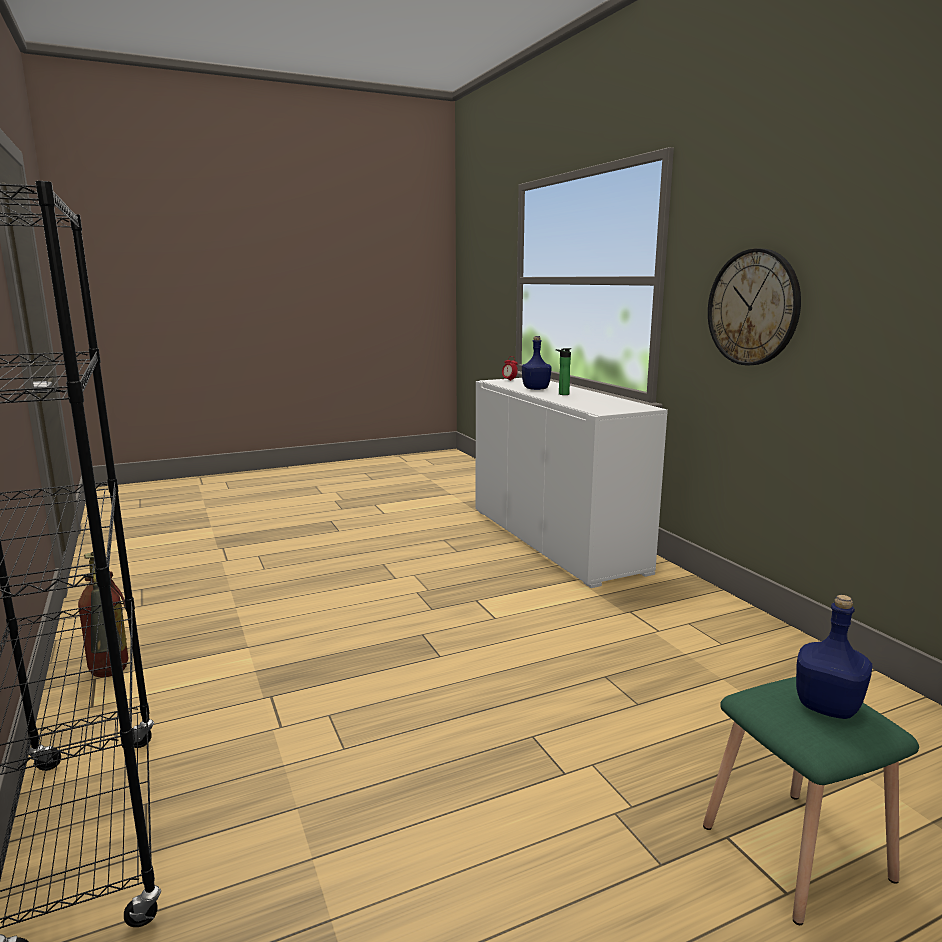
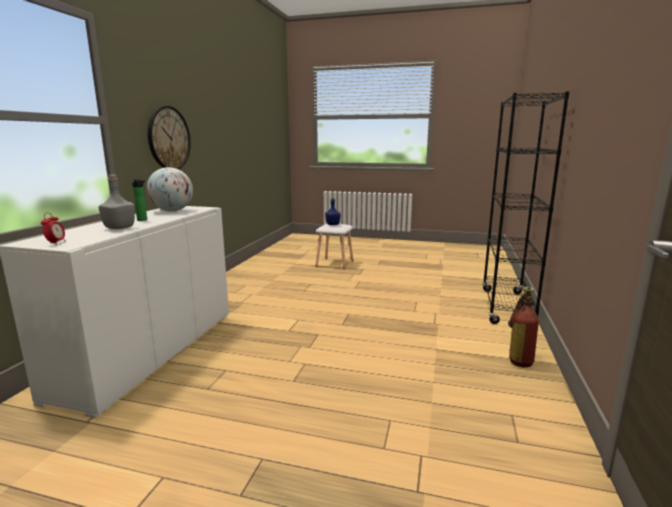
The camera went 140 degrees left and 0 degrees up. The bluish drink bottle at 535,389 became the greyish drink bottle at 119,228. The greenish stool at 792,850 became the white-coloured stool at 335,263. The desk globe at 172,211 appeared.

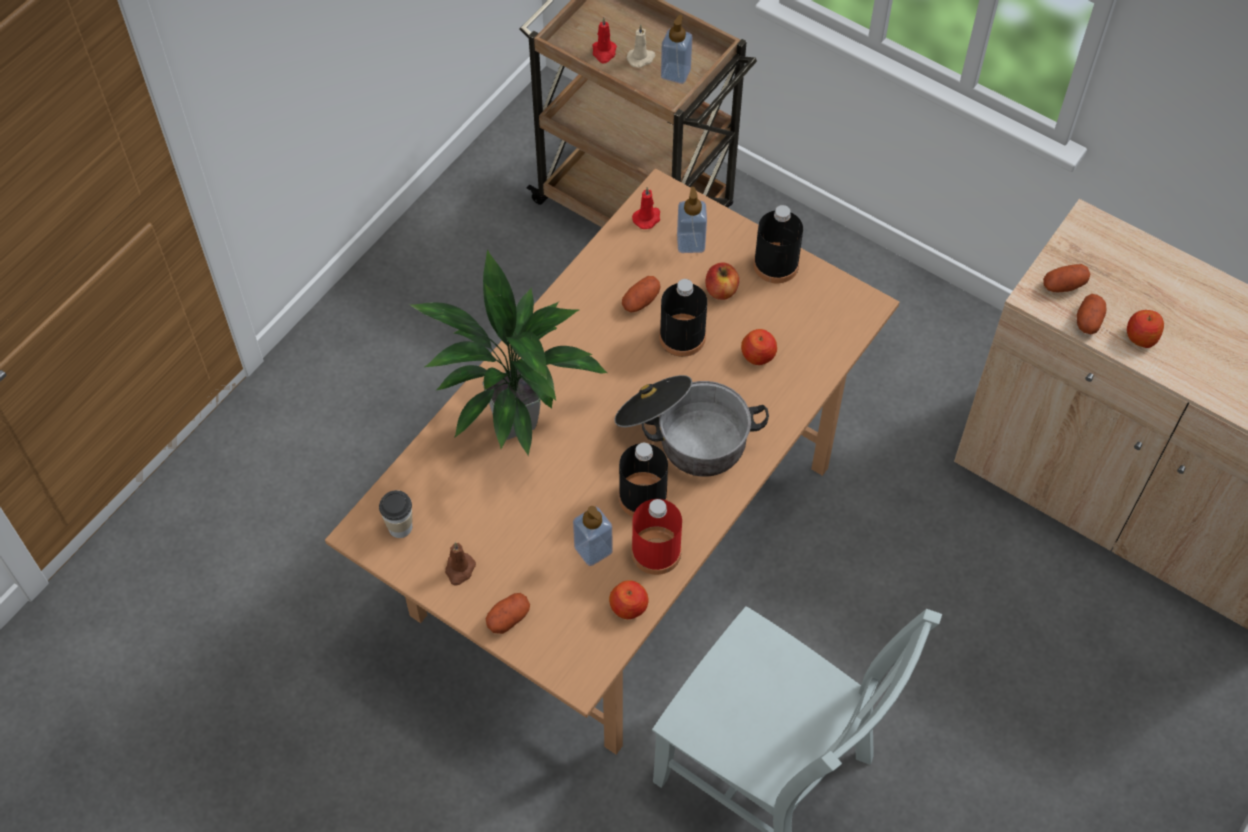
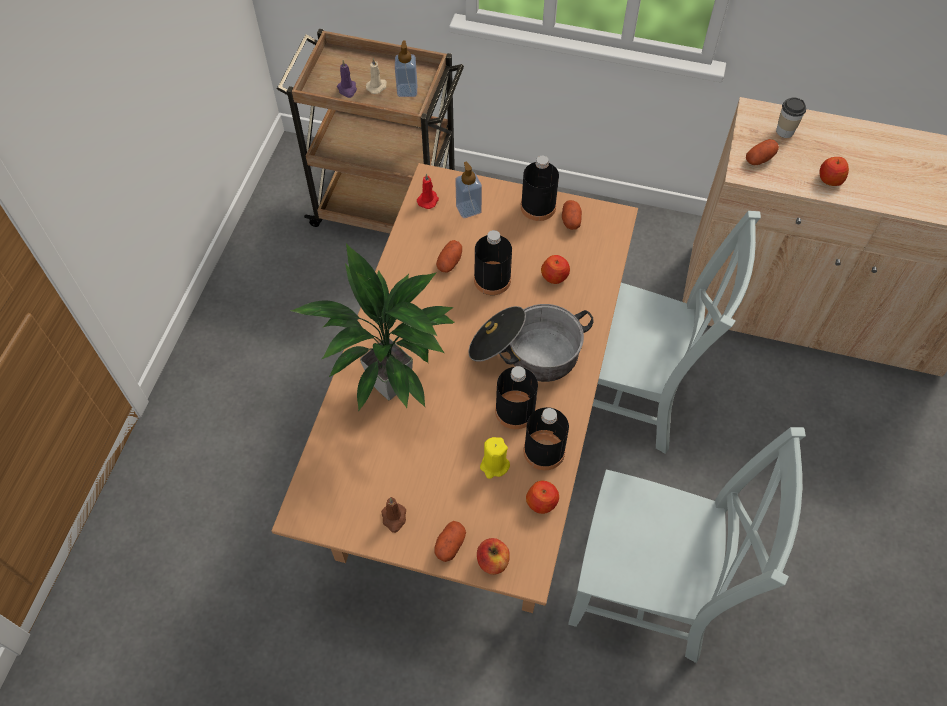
The camera went 20 degrees left and 0 degrees up. The cup moved from 400,527 to 784,131. The soap bottle at 593,549 was replaced by the yellow-coloured wax light at 494,465. The red wax light at 604,52 became the purple-coloured wax light at 347,89. The red drink bottle at 656,552 became the black drink bottle at 544,451. The apple moved from 721,290 to 493,561. The spud moved from 1088,320 to 570,220. The greyish chair at 629,393 appeared.

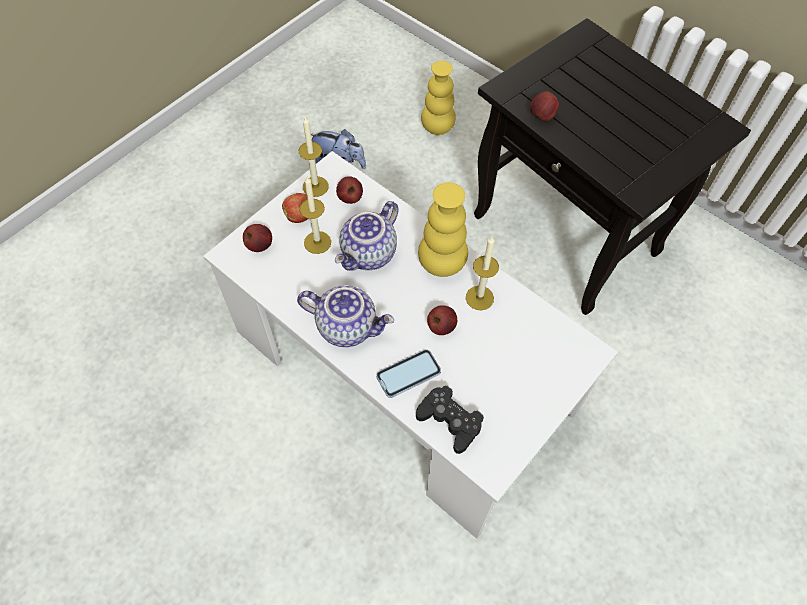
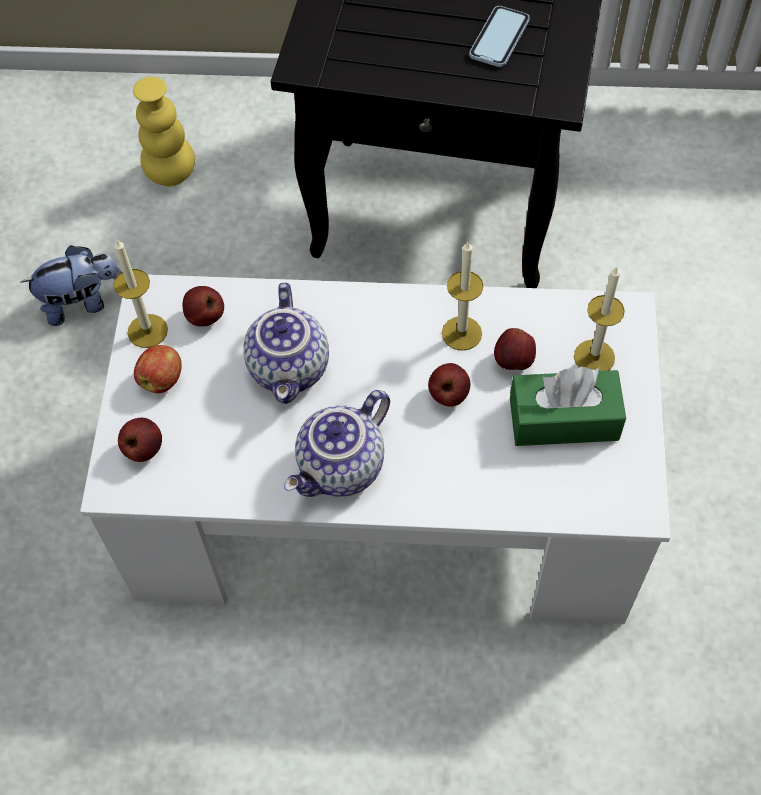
The camera went 35 degrees left and 0 degrees up. The teapot at 348,326 turned 150 degrees clockwise. The wax light moved from 317,242 to 594,357. The telephone moved from 408,374 to 499,38. The black game controller at 449,421 disappeared. The yellow-coloured decorative vase at 441,264 disappeared. The apple moved from 541,116 to 513,362. The greenish tissue holder at 564,419 appeared.

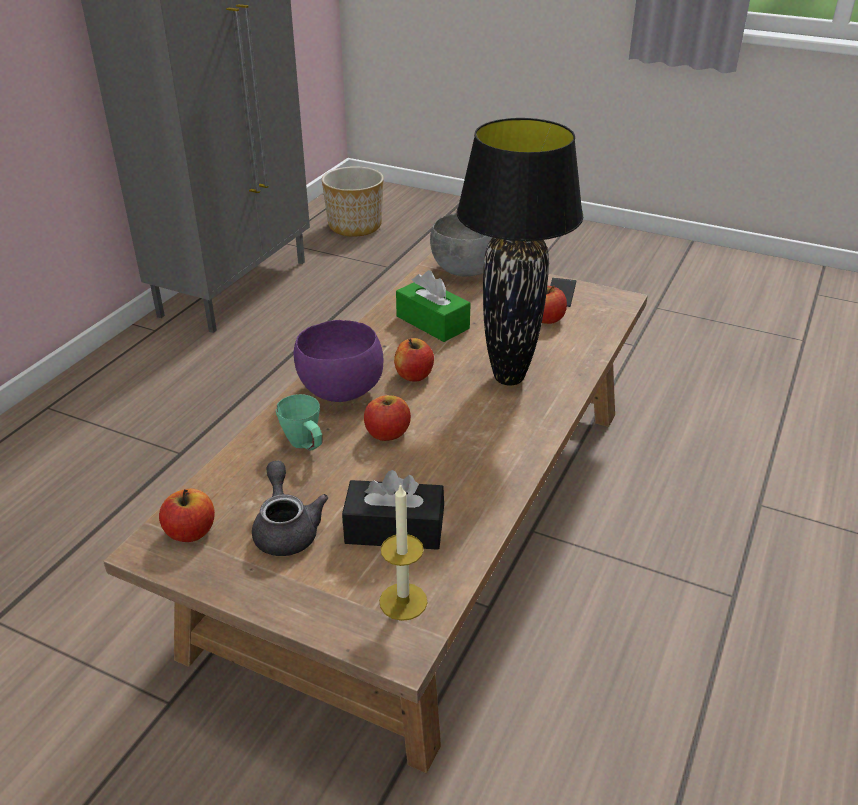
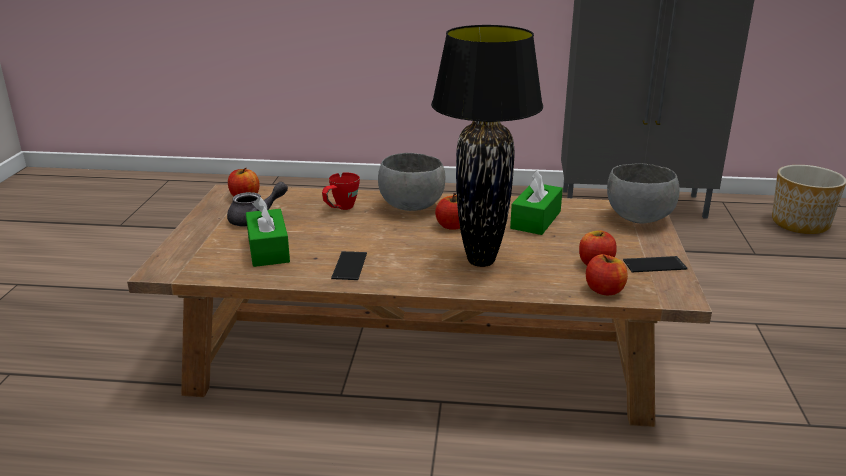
The camera went 70 degrees right and 10 degrees down. The greenish mug at 306,447 became the red mug at 340,209. The purple-coloured bowl at 339,391 became the greyish bowl at 410,206. The black tissue holder at 394,529 became the greenish tissue holder at 268,249. The apple moved from 387,433 to 604,290. The wax light at 403,601 disappeared. The telephone at 349,266 appeared.

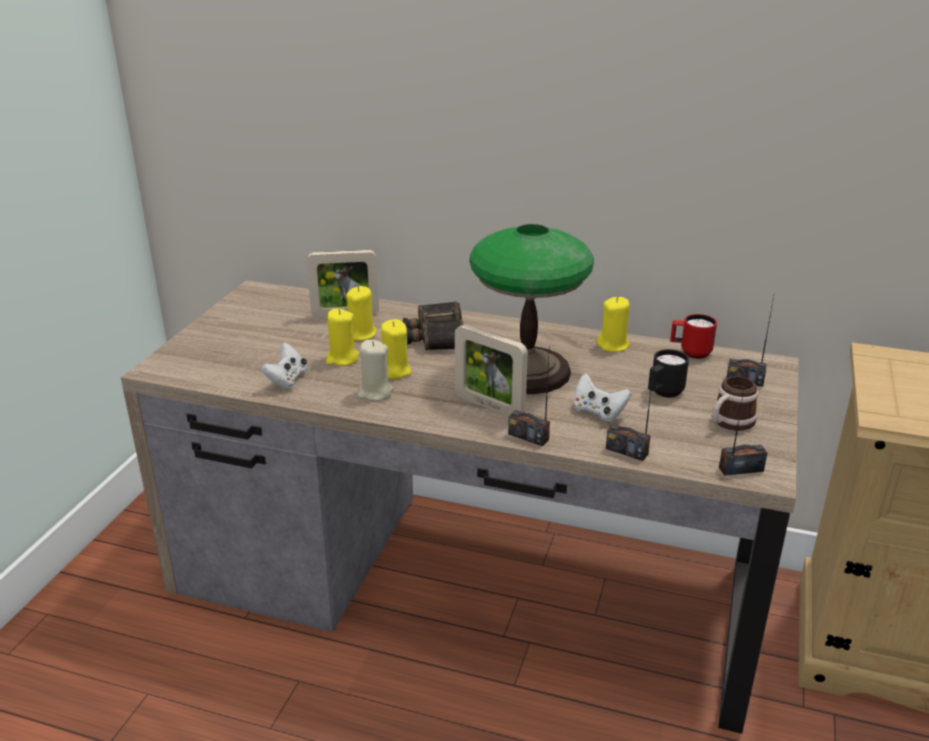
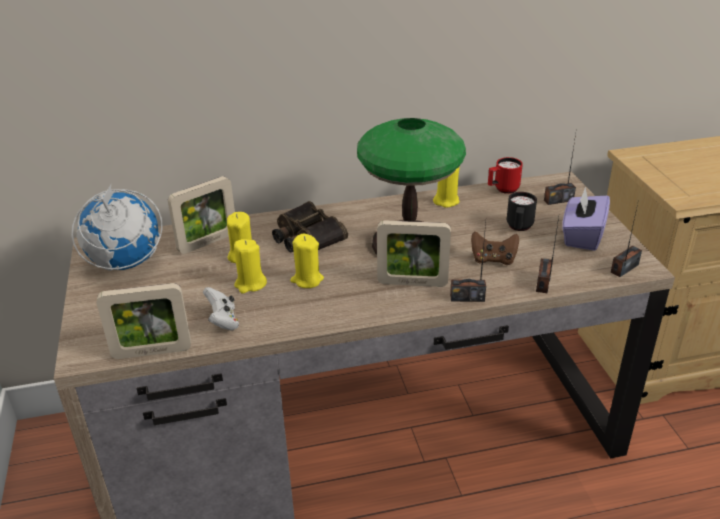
The camera went 30 degrees left and 5 degrees up. The beige wax light at 375,393 disappeared. The white-coloured game controller at 598,412 became the brown-coloured game controller at 493,259. The radio receiver at 627,451 turned 105 degrees clockwise. The mug at 729,423 was replaced by the purple-coloured tissue holder at 582,236. The desk globe at 125,264 appeared. The picture frame at 152,352 appeared.

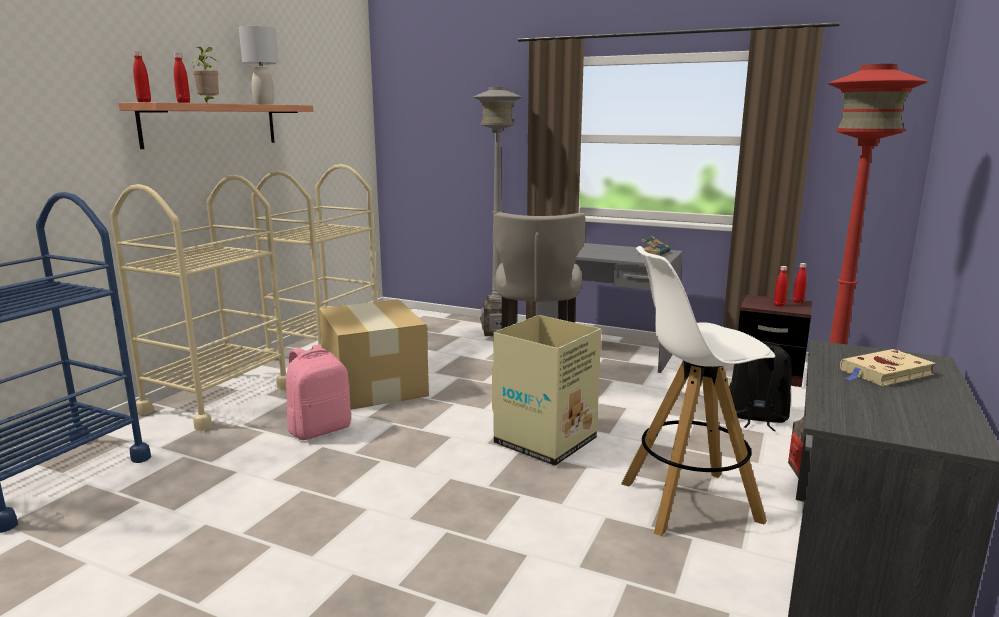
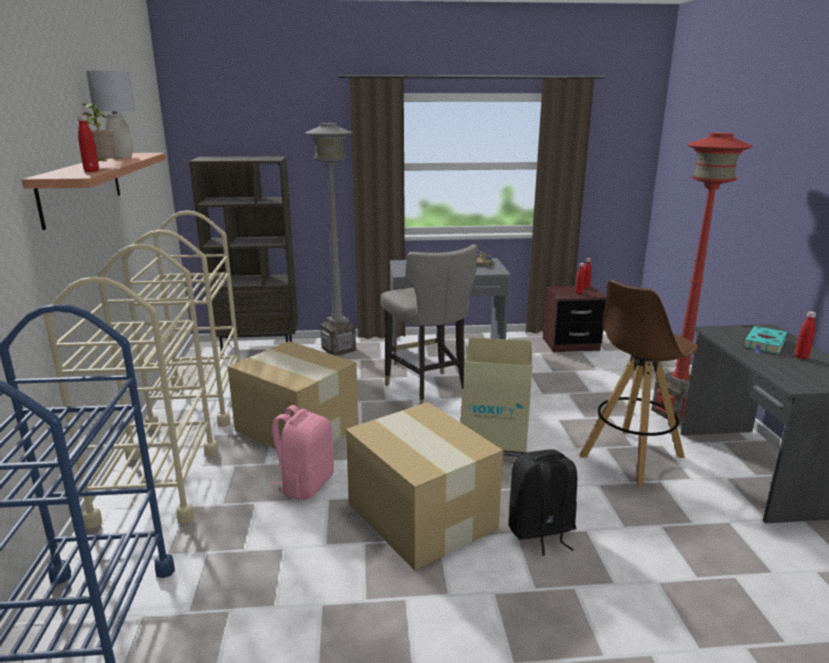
The camera went 30 degrees left and 5 degrees up. The red drink bottle moved from 144,102 to 801,357. The white-coloured stool at 688,502 became the brown-coloured stool at 630,457. The black knapsack moved from 756,418 to 541,531. The beige volume at 884,373 became the turquoise volume at 765,344. The brown-coloured shelving unit at 258,347 appeared. The cardboard box at 421,514 appeared.

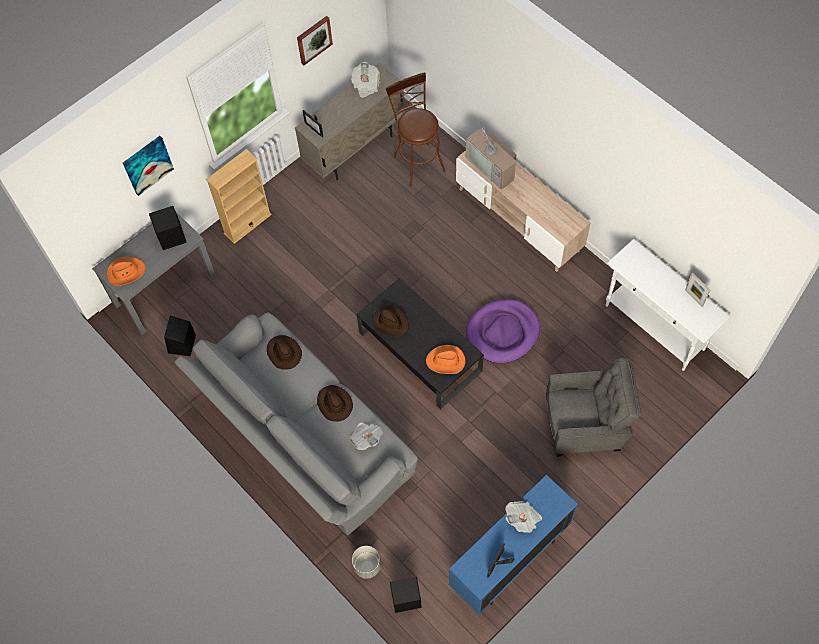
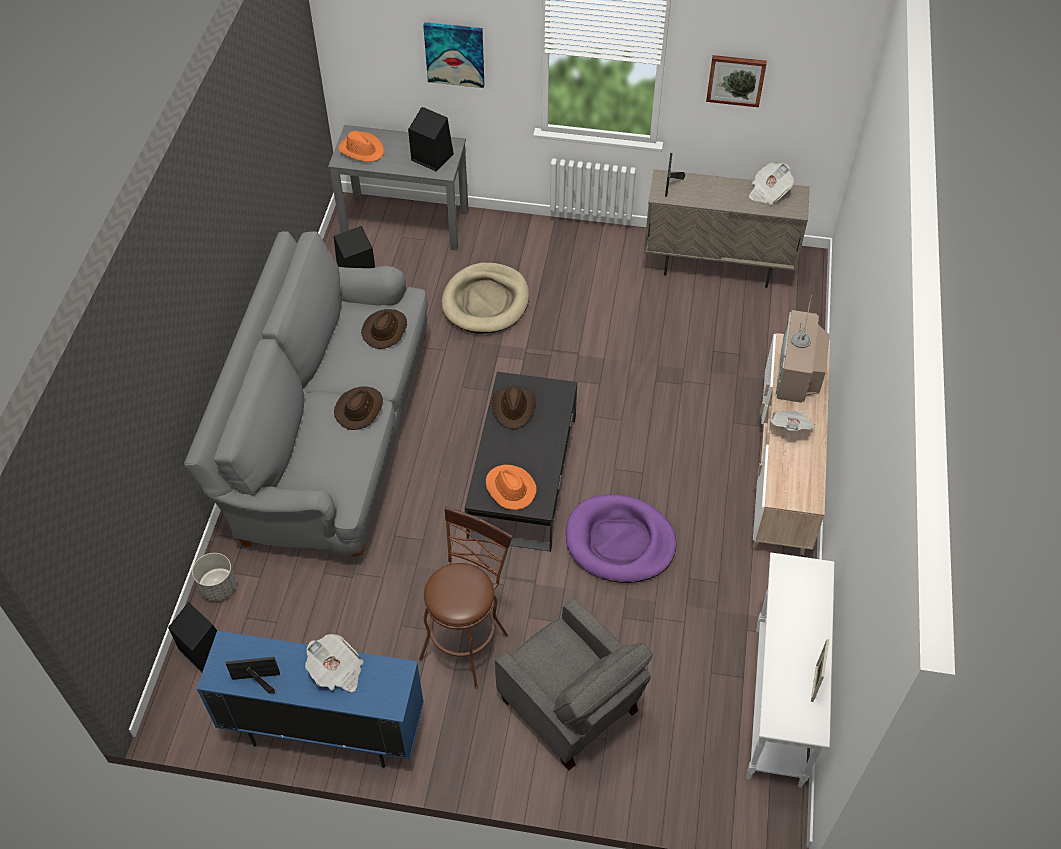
The camera went 50 degrees right and 10 degrees down. The beige shelving unit at 247,224 disappeared. The newspaper moved from 366,438 to 790,427. The brown-coloured stool moved from 417,161 to 467,641. The beige pet bed at 486,301 appeared.

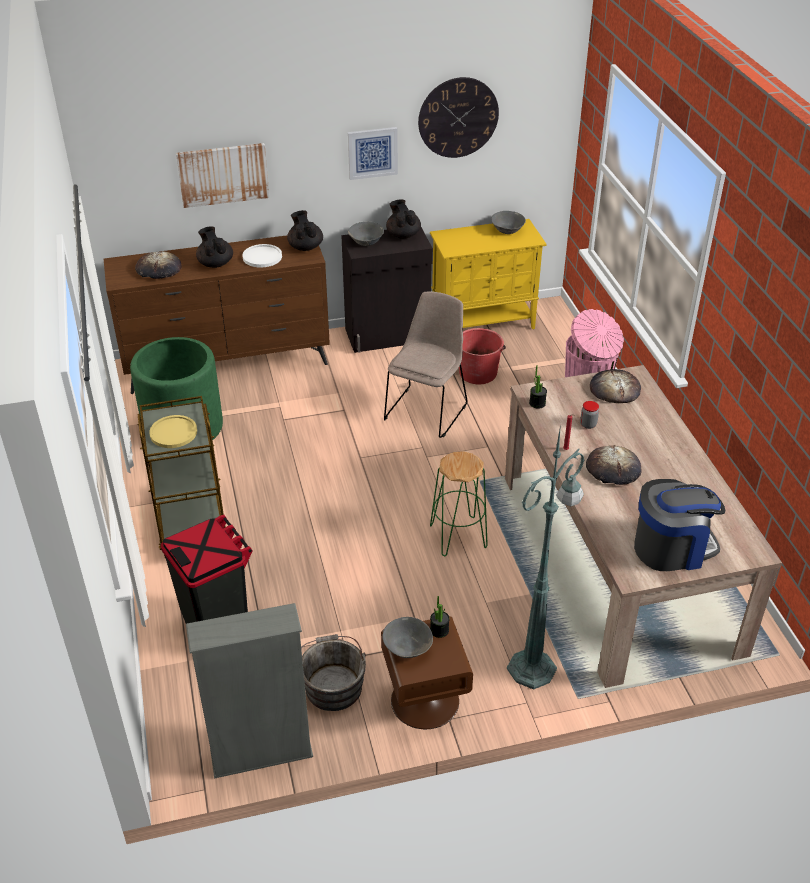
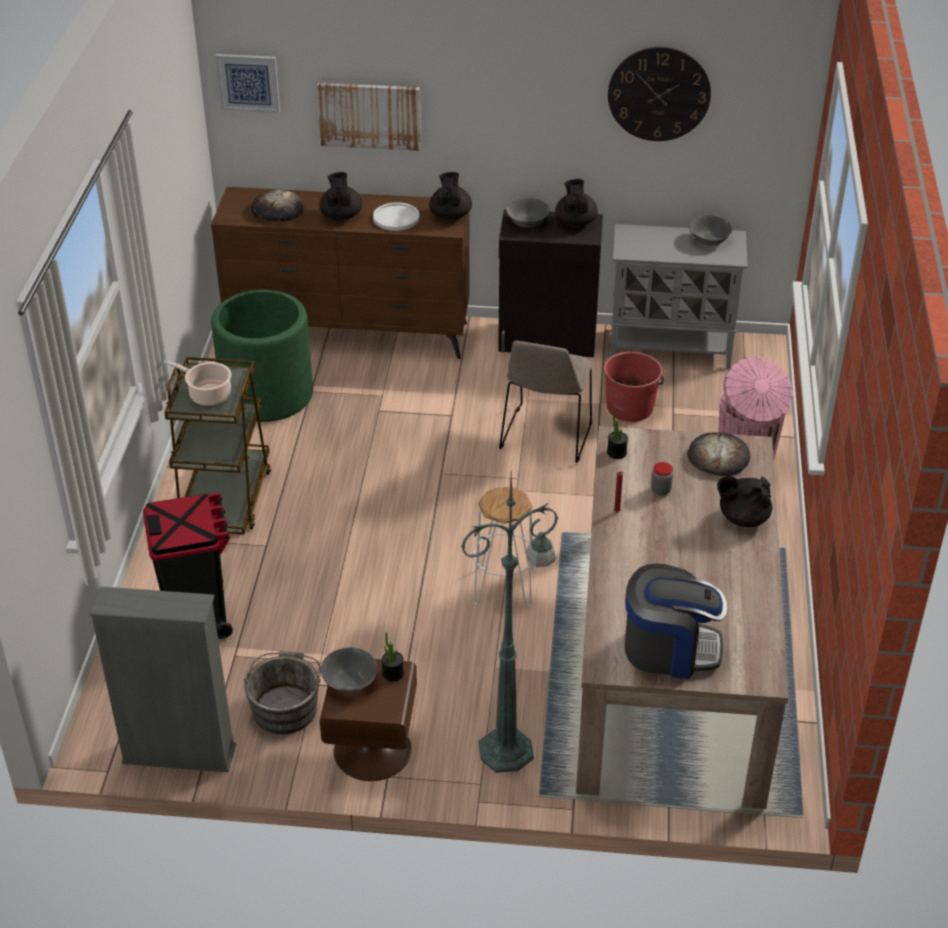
The camera went 20 degrees right and 0 degrees up. The yellow-coloured dinner plate at 173,433 was replaced by the stockpot at 207,394. The picture moved from 372,152 to 248,82. The beige chair at 426,410 turned 150 degrees clockwise. The yellow-coloured storage cabinet at 484,322 became the greyish storage cabinet at 671,348. The greenish stool at 458,536 became the white-coloured stool at 503,587. The baked bread at 613,469 disappeared. The black teapot at 742,518 appeared.

